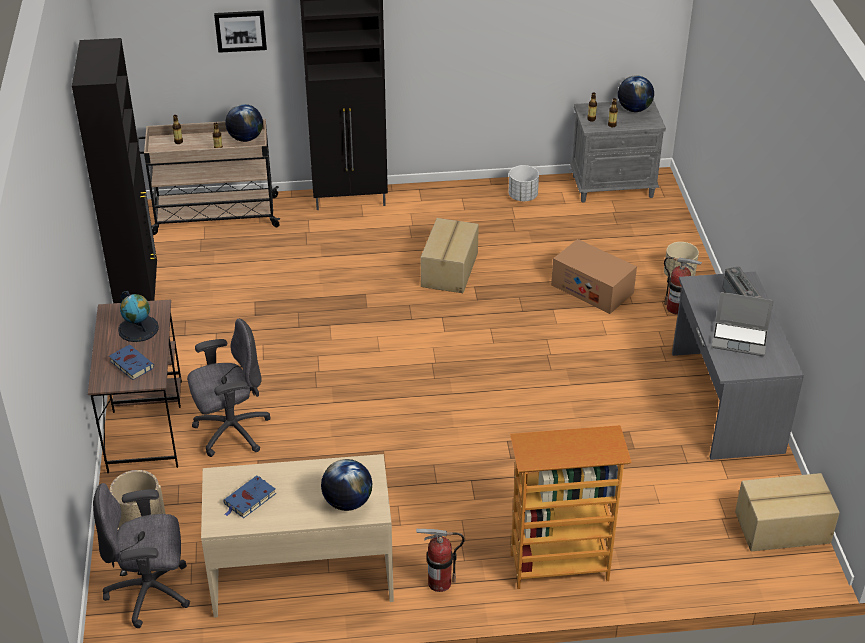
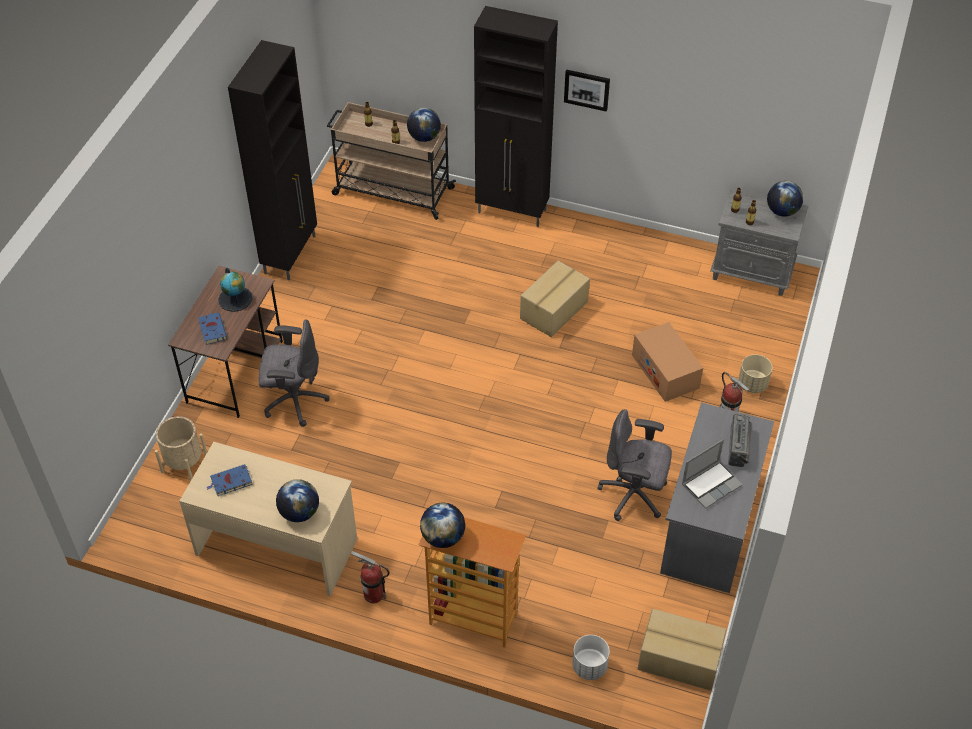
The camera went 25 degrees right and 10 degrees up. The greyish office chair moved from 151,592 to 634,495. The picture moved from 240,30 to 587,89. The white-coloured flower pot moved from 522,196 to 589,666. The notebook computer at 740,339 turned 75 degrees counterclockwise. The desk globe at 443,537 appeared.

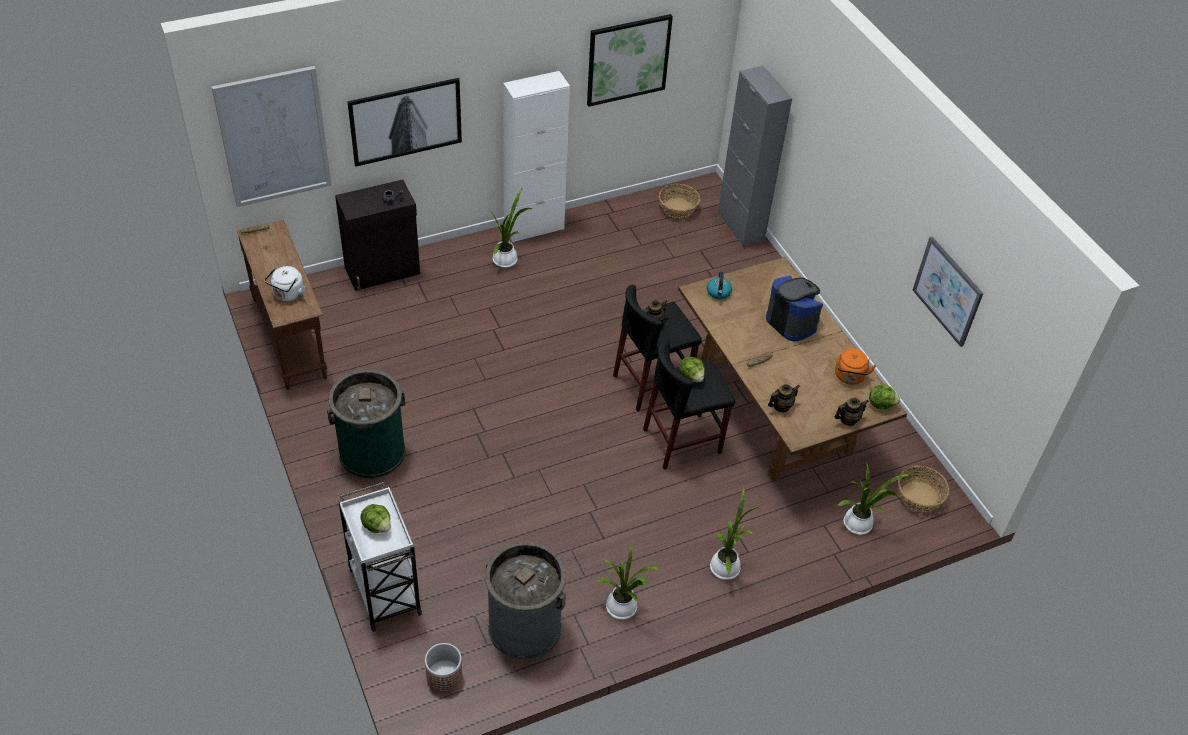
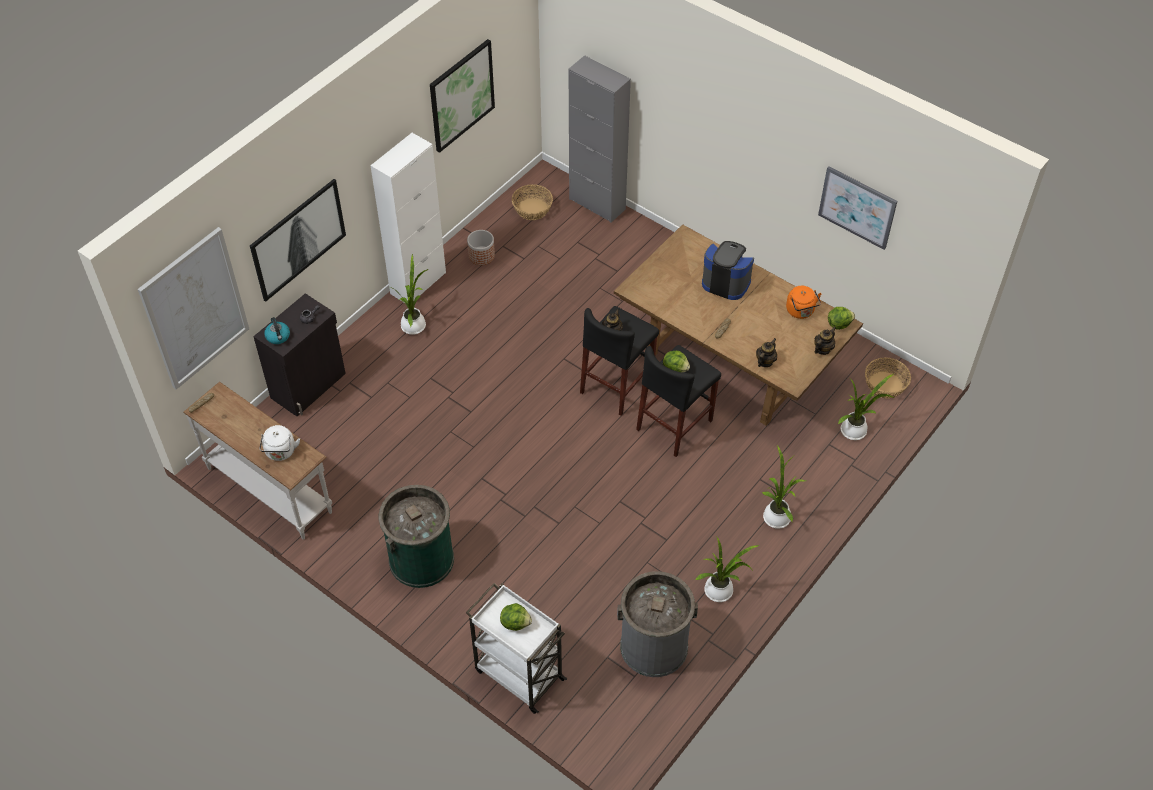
The camera went 25 degrees left and 5 degrees up. The brown-coloured console table at 291,338 became the white-coloured console table at 270,489. The flower pot moved from 444,675 to 481,256. The water kettle moved from 718,292 to 278,337.

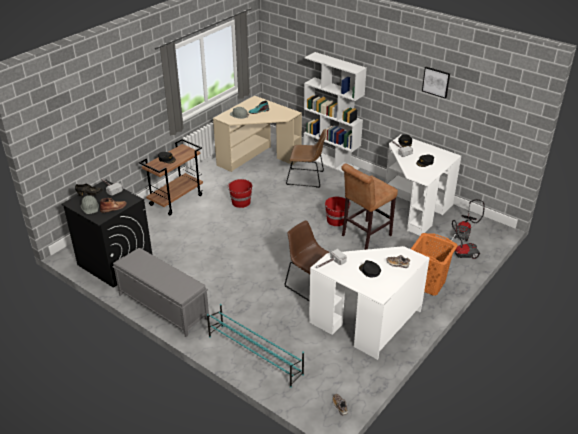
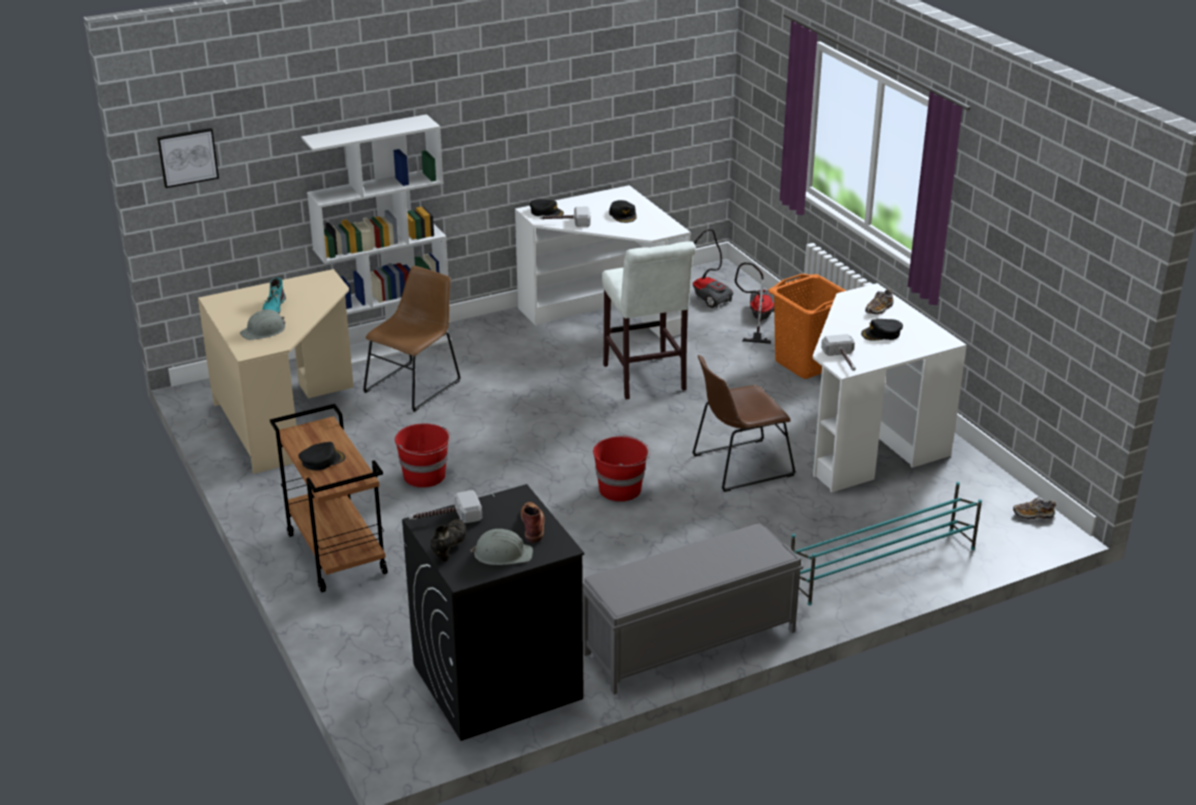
The camera went 65 degrees left and 5 degrees down. The red bucket moved from 336,220 to 621,489. The brown-coloured stool at 364,236 became the white-coloured stool at 646,380. The picture moved from 436,82 to 187,157.

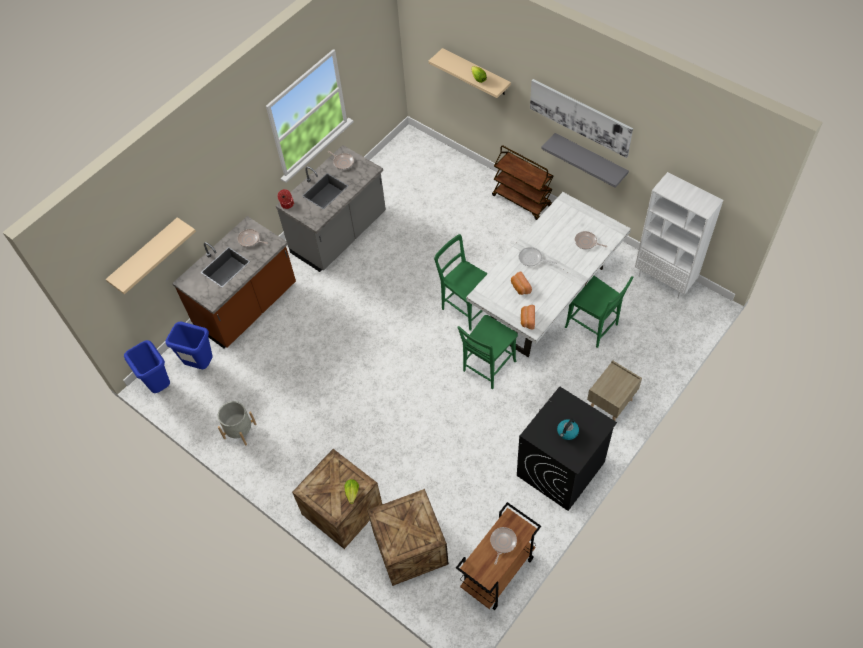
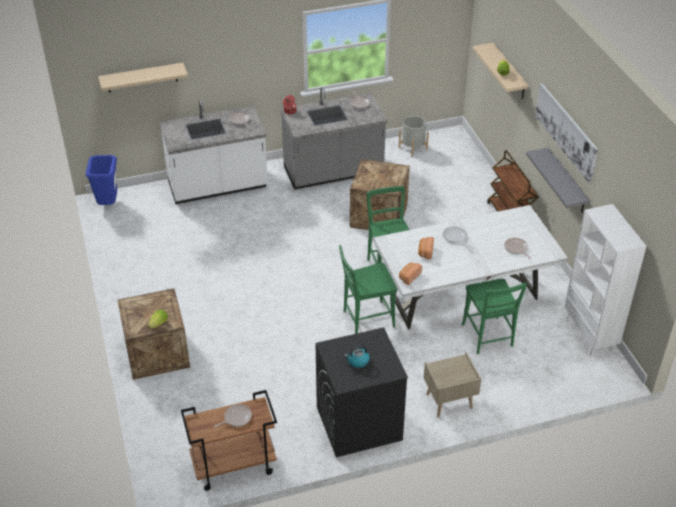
The camera went 30 degrees right and 15 degrees down. The bluish waste bin at 200,364 disappeared. The brown-coloured kitchen counter at 247,307 became the white-coloured kitchen counter at 218,186. The greyish flower pot moved from 240,431 to 413,148. The crate moved from 411,546 to 379,215.

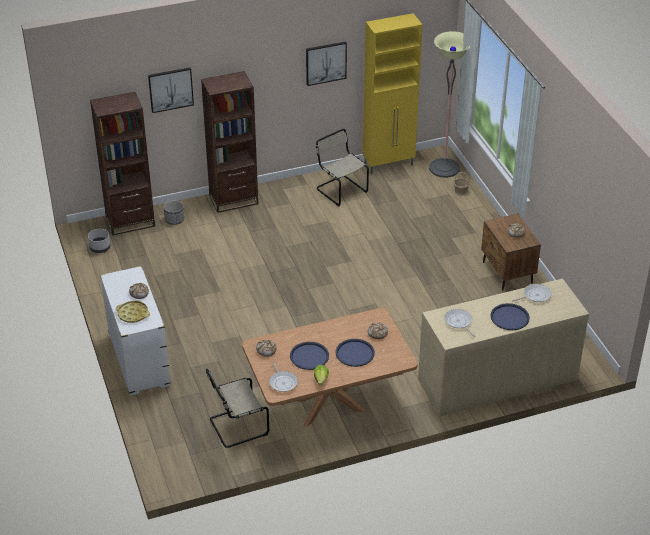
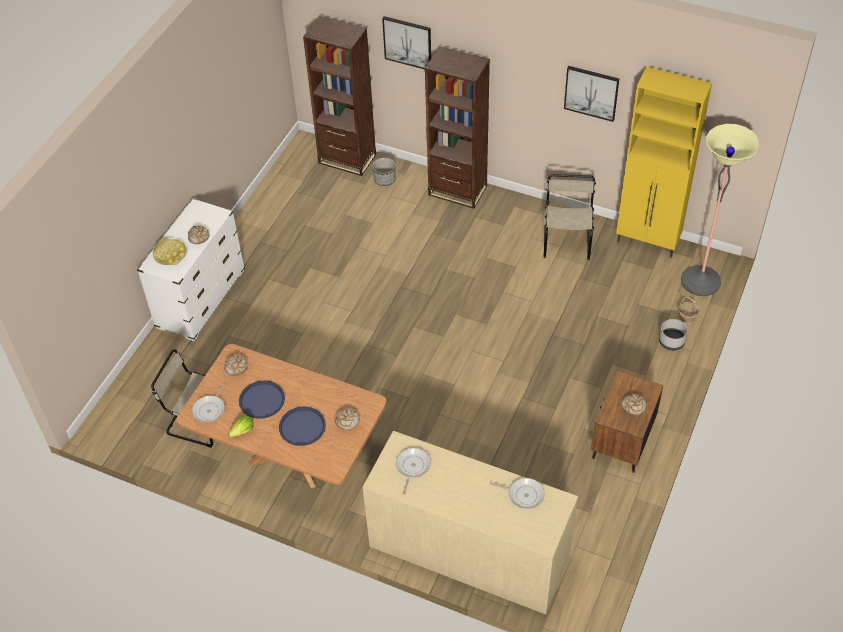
The camera went 45 degrees right and 10 degrees up. The greyish flower pot moved from 100,248 to 671,342. The bluish tray at 509,317 disappeared.

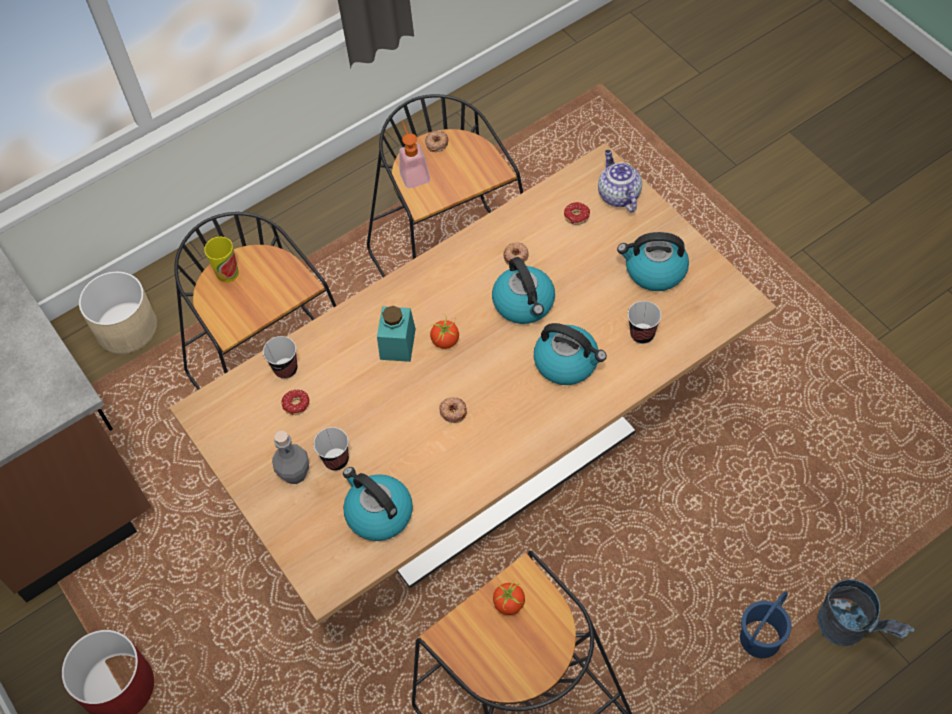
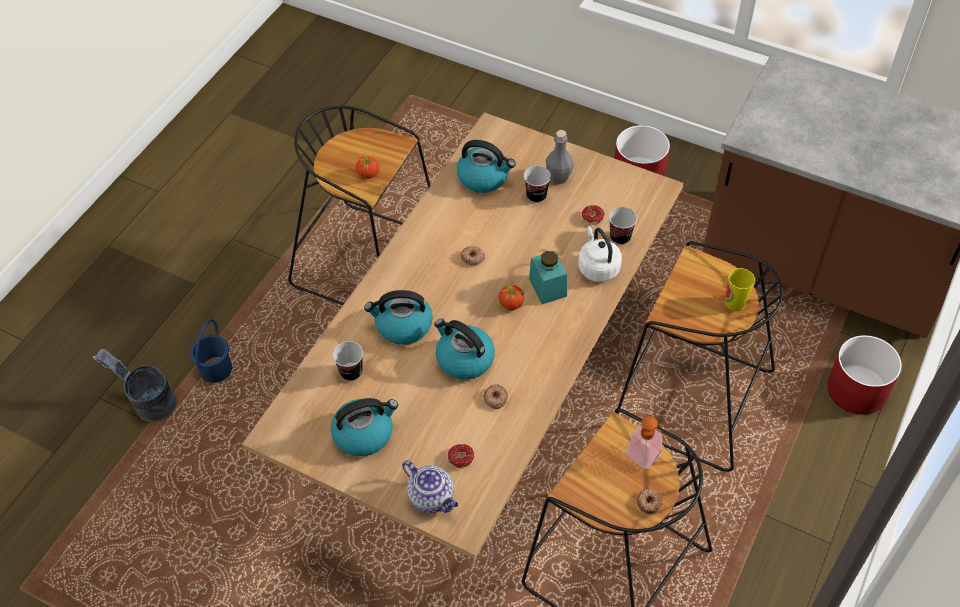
The camera went 150 degrees right and 5 degrees down. The beige flower pot at 126,328 became the red flower pot at 857,389. The white-coloured water kettle at 597,267 appeared.

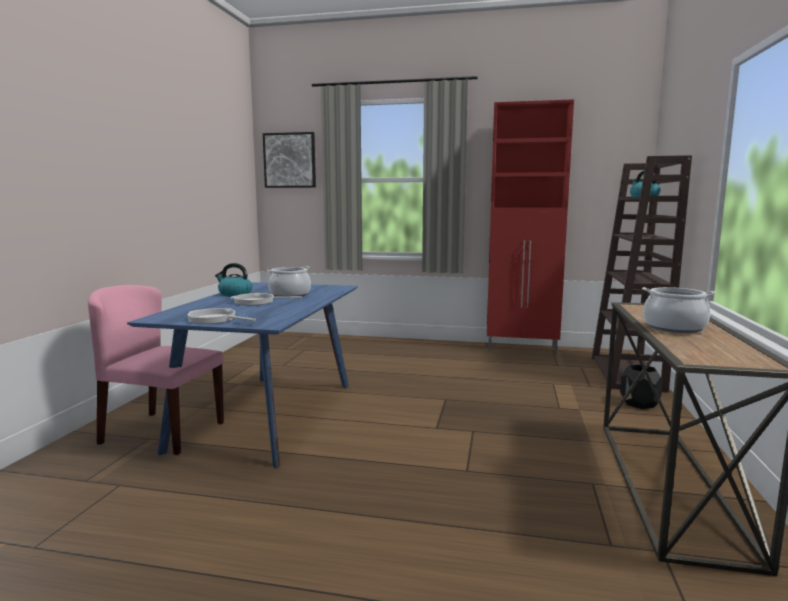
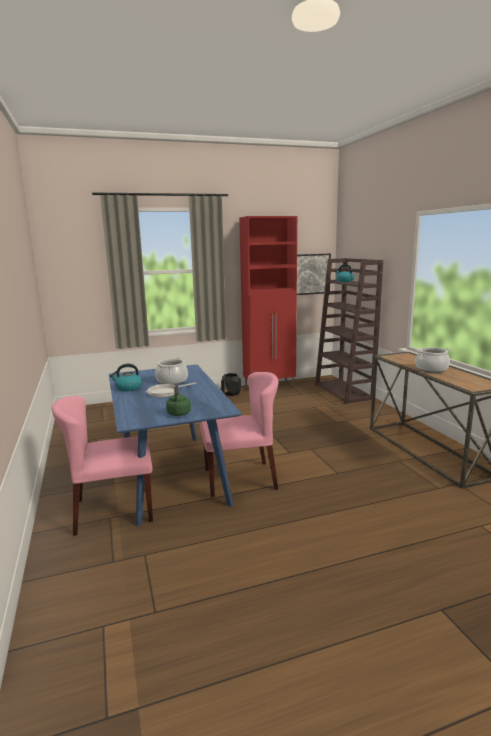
The camera went 30 degrees left and 5 degrees up. The skillet at 215,320 was replaced by the greenish water kettle at 178,414. The picture moved from 290,160 to 311,274. The black flower pot moved from 639,404 to 231,393. The pinkish chair at 240,478 appeared.

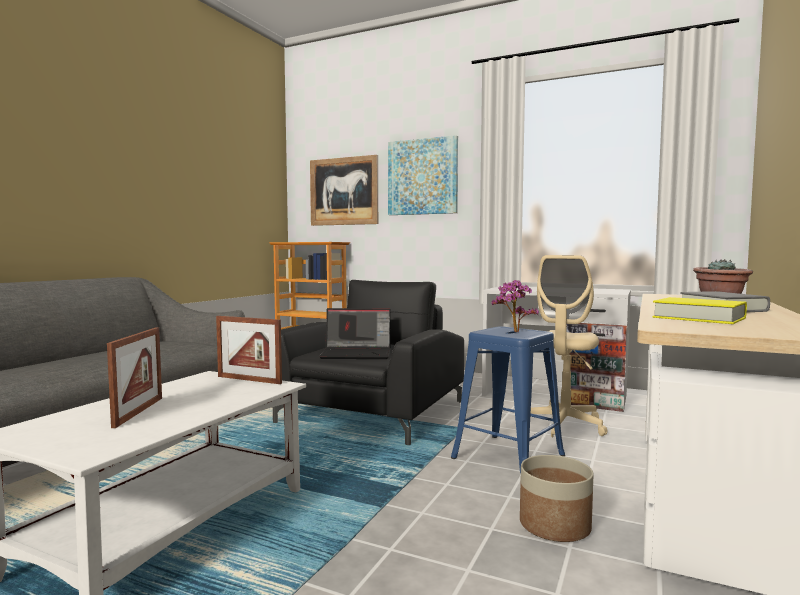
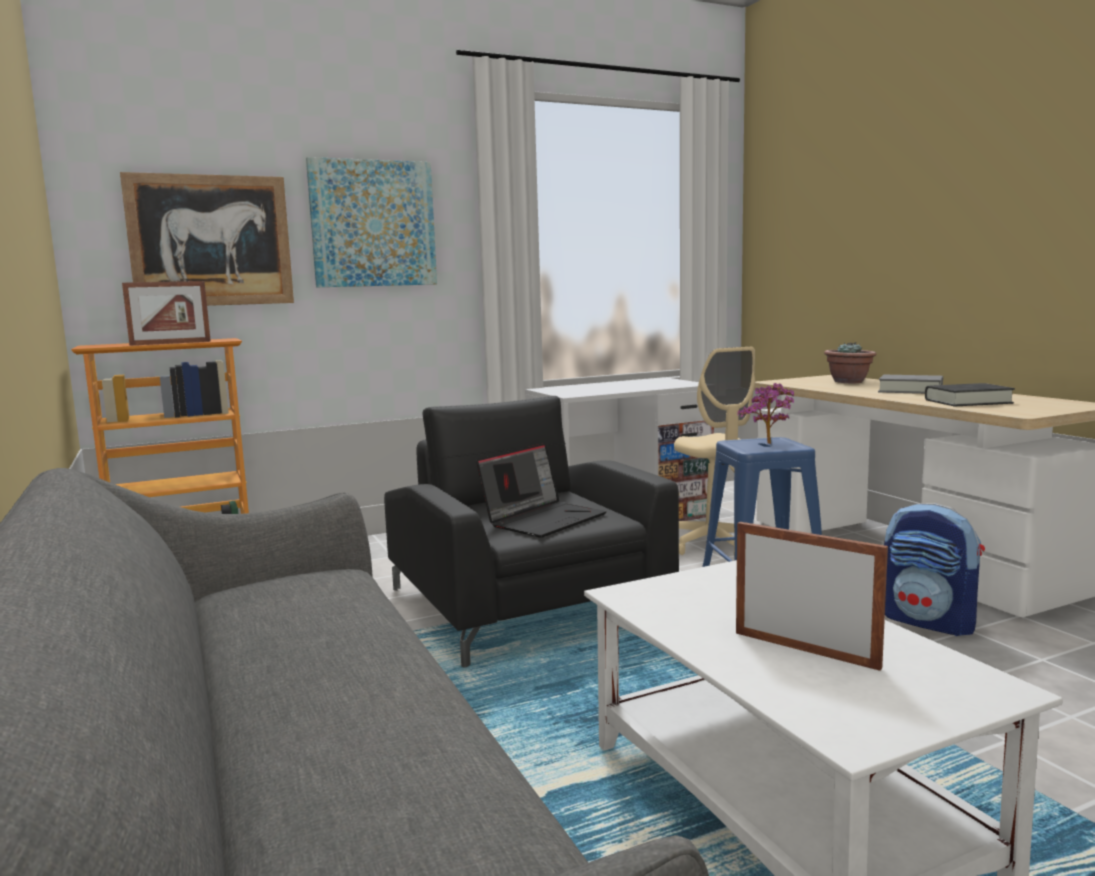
The camera went 50 degrees left and 5 degrees up. The picture frame moved from 249,380 to 170,343. The flower pot at 555,526 was replaced by the knapsack at 929,622. The yellow-coloured volume at 698,318 became the black volume at 967,401.

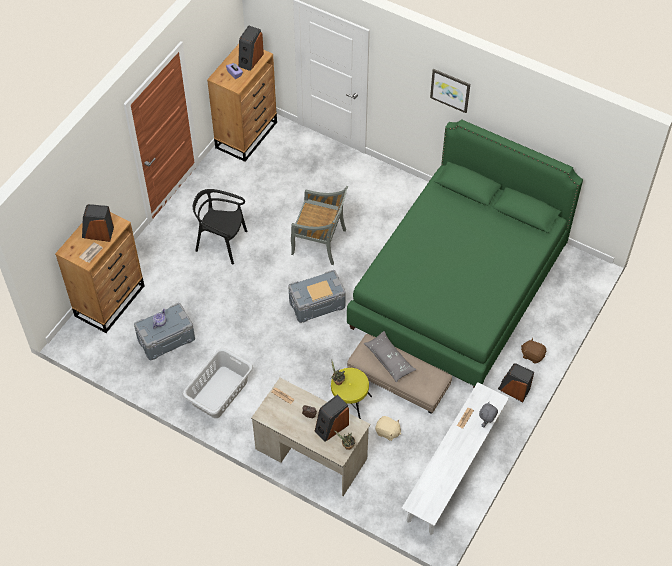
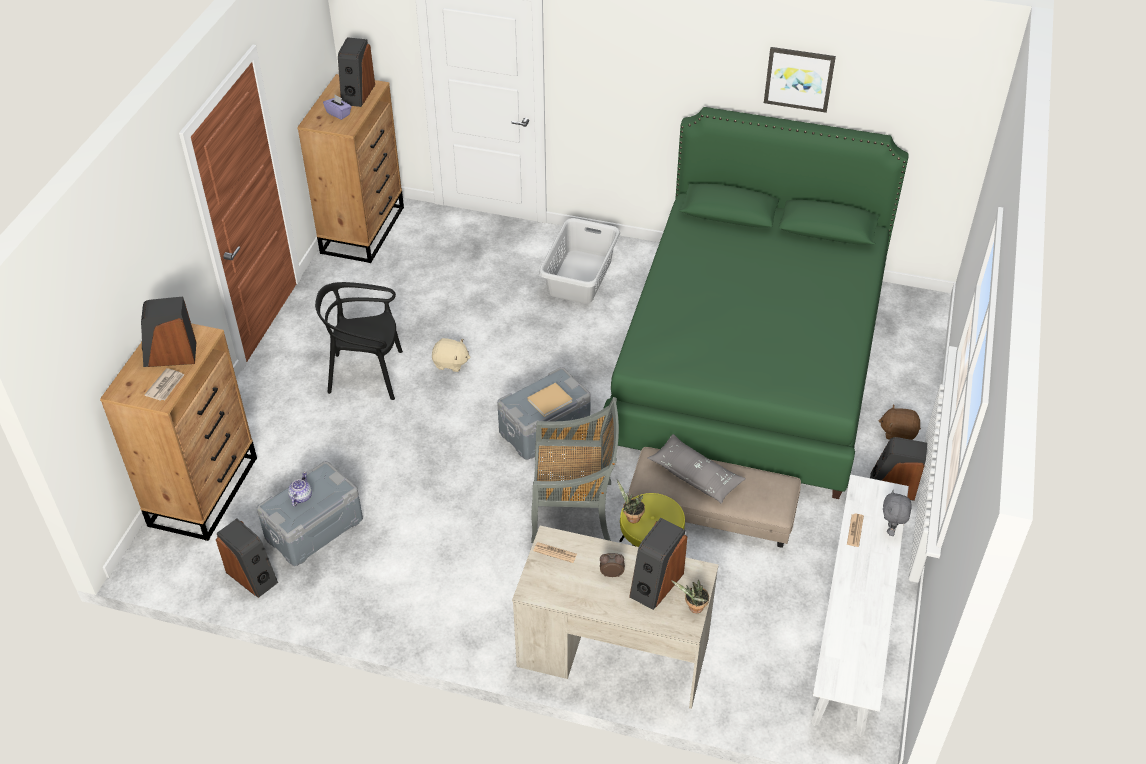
The camera went 15 degrees left and 10 degrees down. The greyish washing basket moved from 220,392 to 580,276. The greyish chair moved from 320,242 to 574,512. The beige soft toy moved from 387,432 to 450,363. The picture moved from 450,90 to 799,78. The audio speaker at 252,576 appeared.

